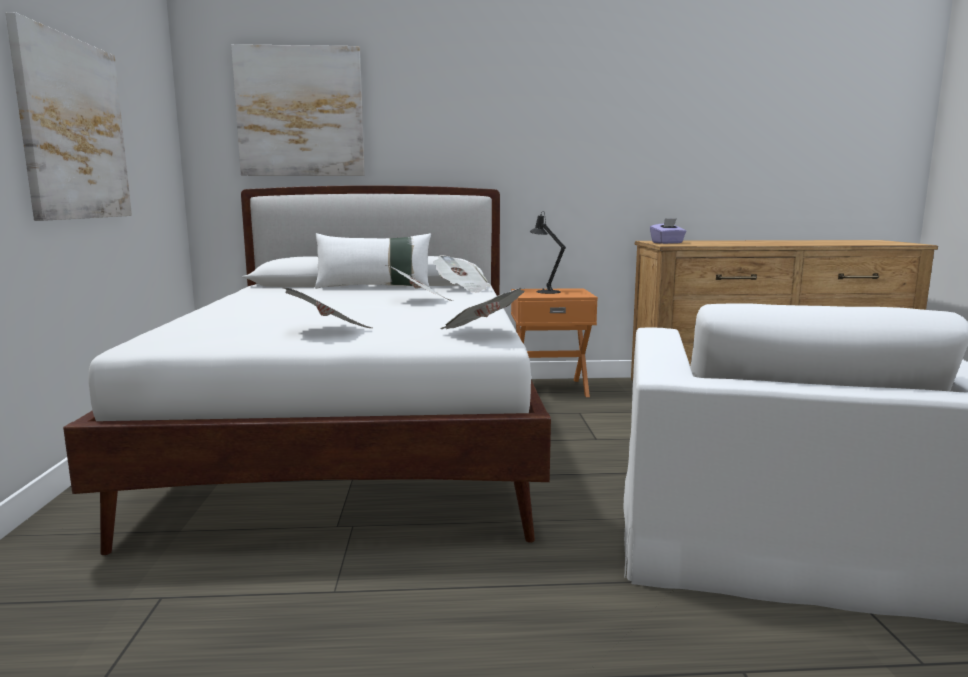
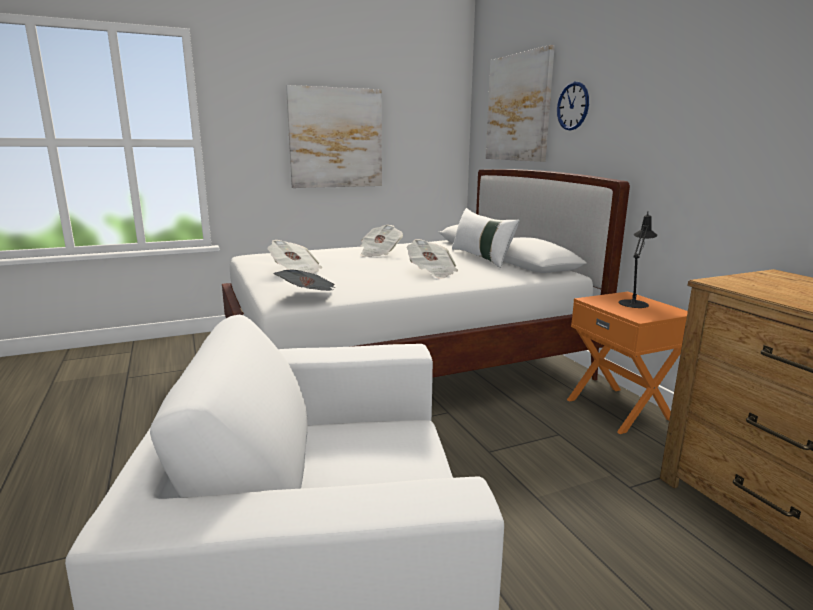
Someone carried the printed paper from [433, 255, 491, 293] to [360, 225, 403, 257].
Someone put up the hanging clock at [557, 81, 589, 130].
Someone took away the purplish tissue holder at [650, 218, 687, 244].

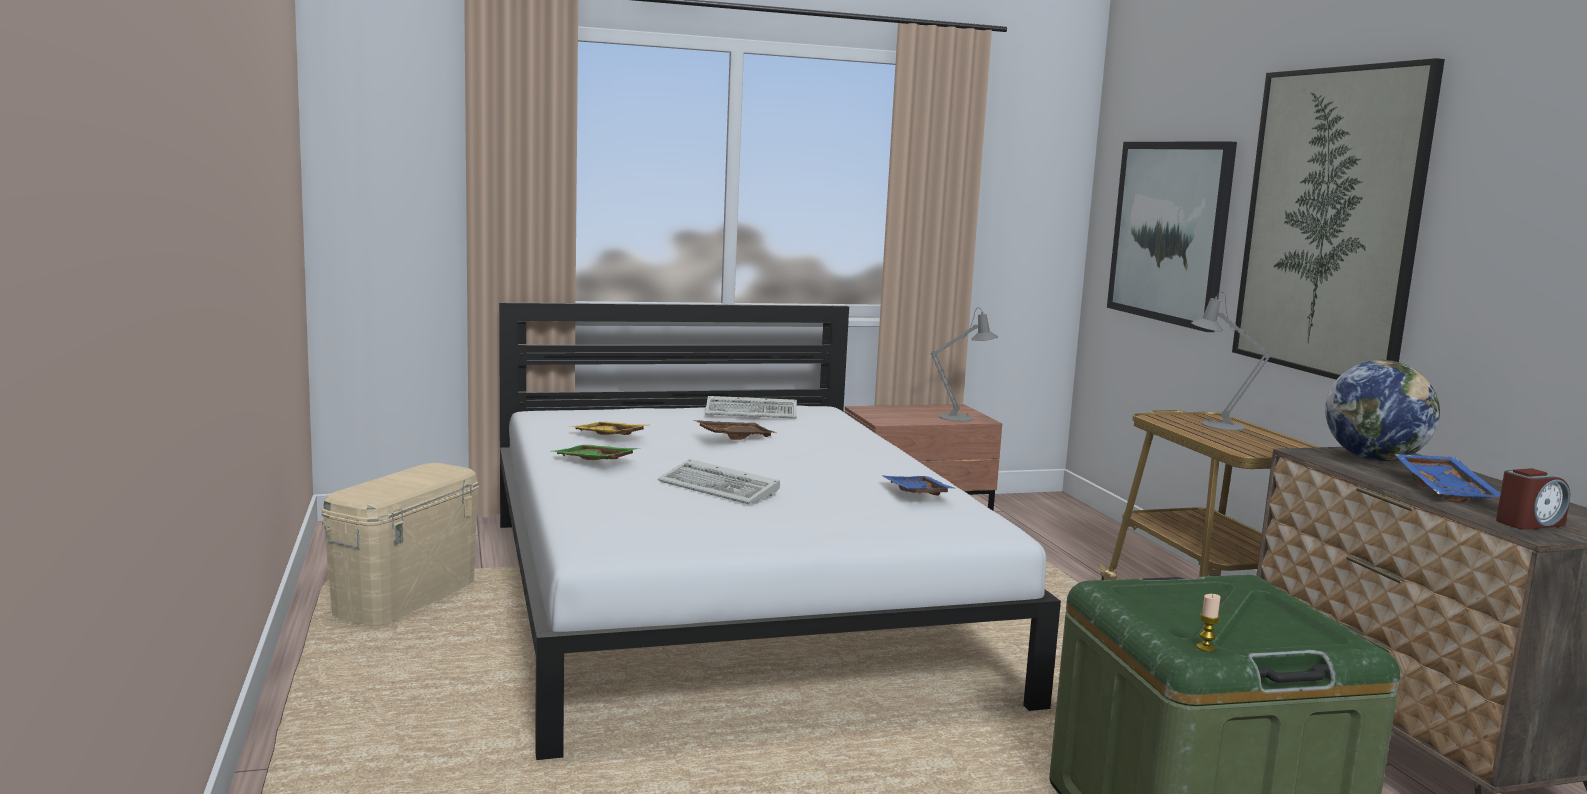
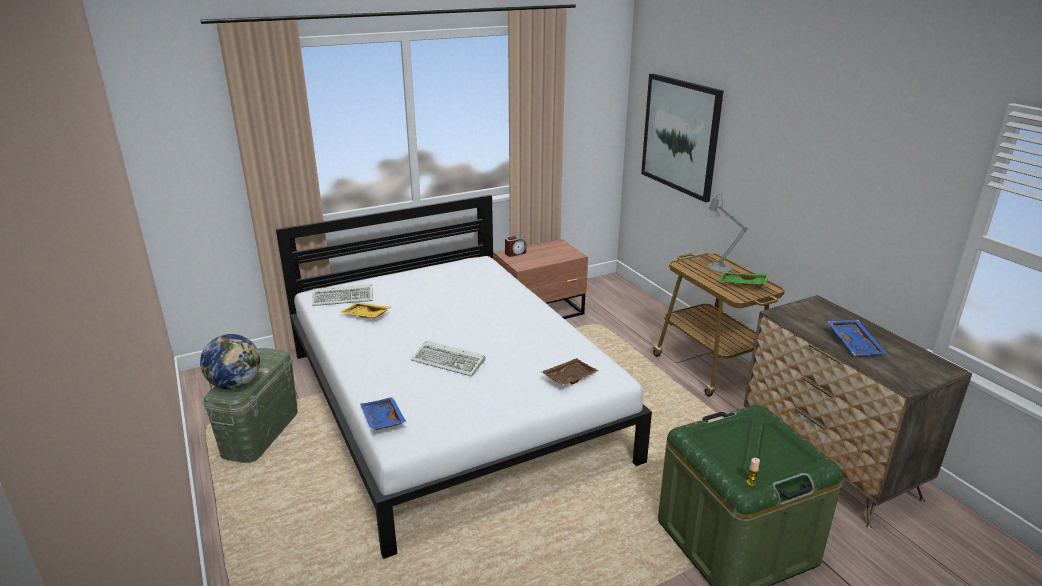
Someone carried the desk globe from [1325, 360, 1440, 461] to [200, 334, 260, 390].
Someone repainted the beige-coloured storage bin at [322, 463, 479, 625], which became the green storage bin at [203, 348, 298, 463].
Someone carried the computer keyboard from [705, 396, 797, 419] to [312, 284, 373, 306].
Someone carried the blue carrying tray from [881, 475, 954, 496] to [360, 397, 406, 430].
Someone carried the bedside clock from [1496, 468, 1570, 530] to [505, 236, 526, 257].
Someone carried the brownish carrying tray from [694, 420, 776, 440] to [541, 358, 599, 385].
Someone carried the green carrying tray from [553, 445, 640, 460] to [719, 272, 769, 286].
Someone took away the gray lamp for a table at [931, 307, 998, 421].
Someone took away the wall art at [1232, 58, 1445, 380].

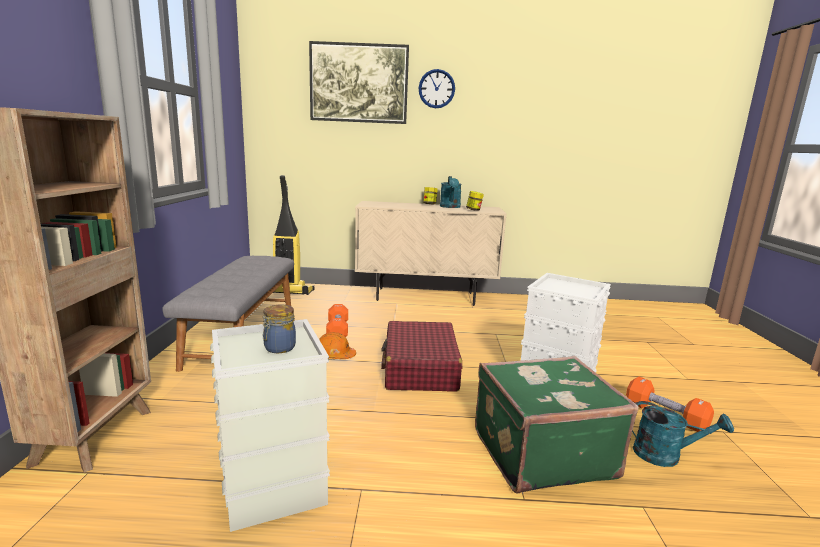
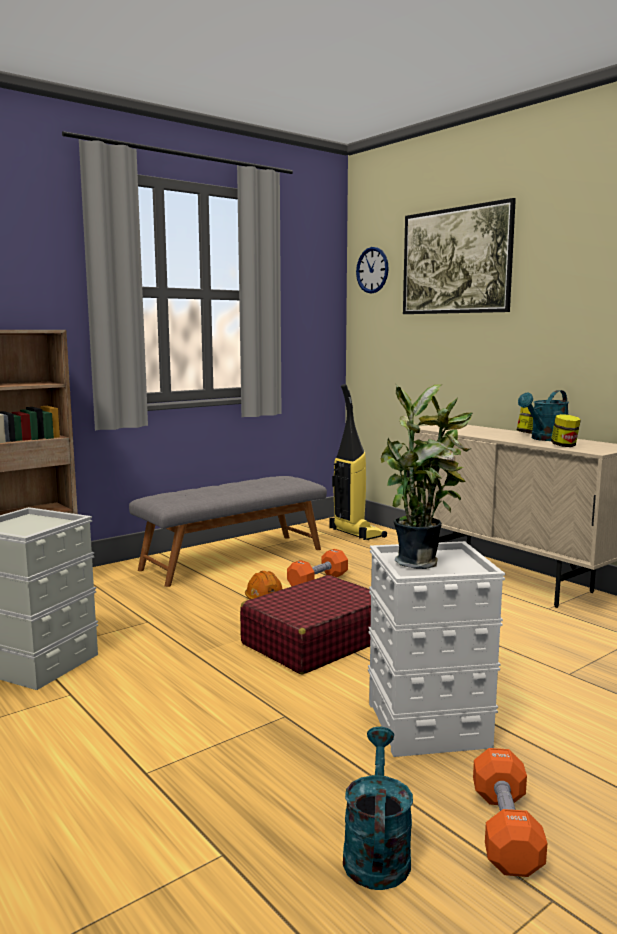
Someone rotated the turquoise sprinkling can at [632, 401, 734, 467] by 150 degrees counterclockwise.
Someone carried the hanging clock from [418, 69, 455, 108] to [356, 247, 389, 293].
Someone put down the potted plant at [381, 383, 473, 569].
Someone took away the preserve jar at [263, 305, 296, 353].
Someone took away the green suitcase at [475, 356, 639, 494].

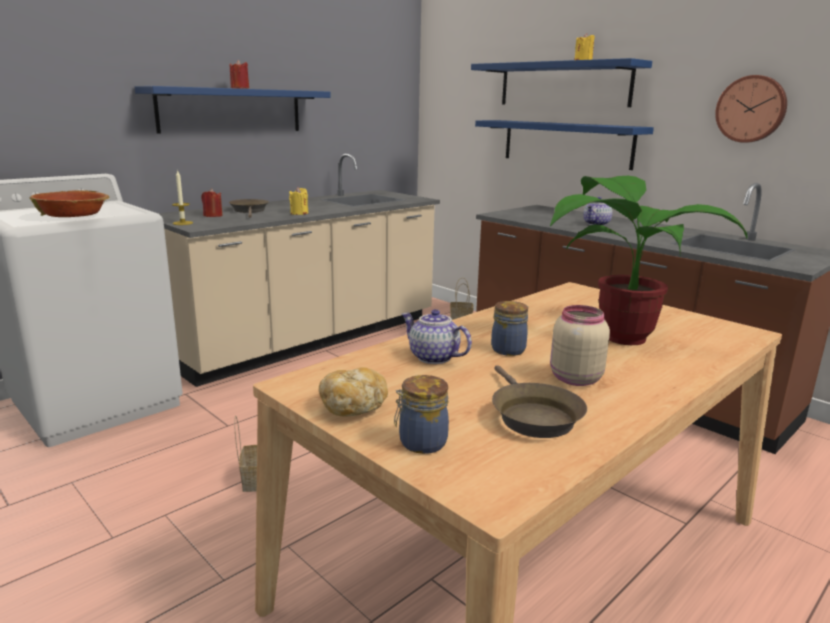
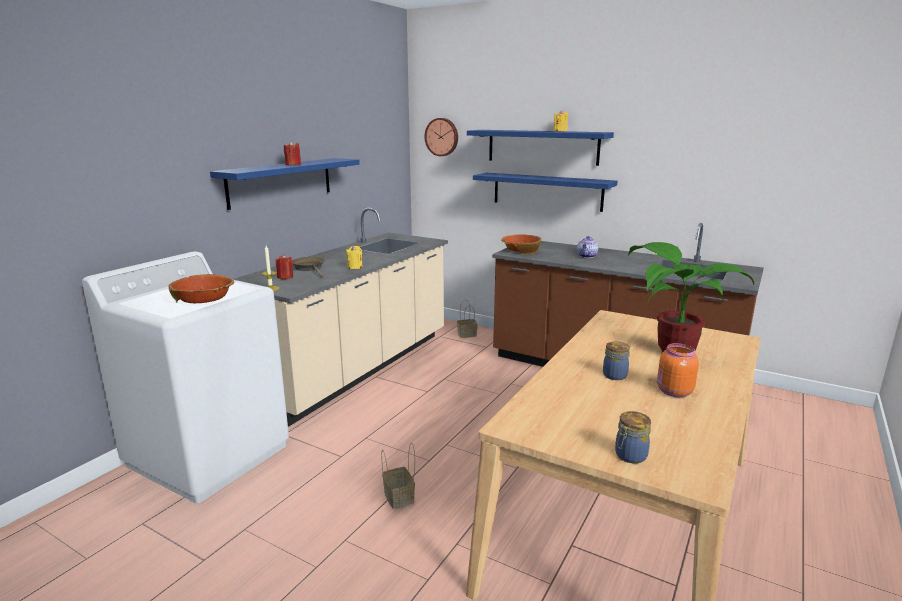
Someone carried the hanging clock from [715, 75, 787, 143] to [424, 118, 458, 156].
Someone put down the deep dish at [501, 234, 541, 255].
Someone repainted the beige-coloured preserve jar at [550, 305, 610, 386], which became the orange preserve jar at [657, 343, 699, 397].
Someone took away the bread at [319, 367, 388, 416].
Someone took away the tea pot at [402, 309, 472, 364].
Someone took away the brownish skillet at [492, 365, 587, 438].

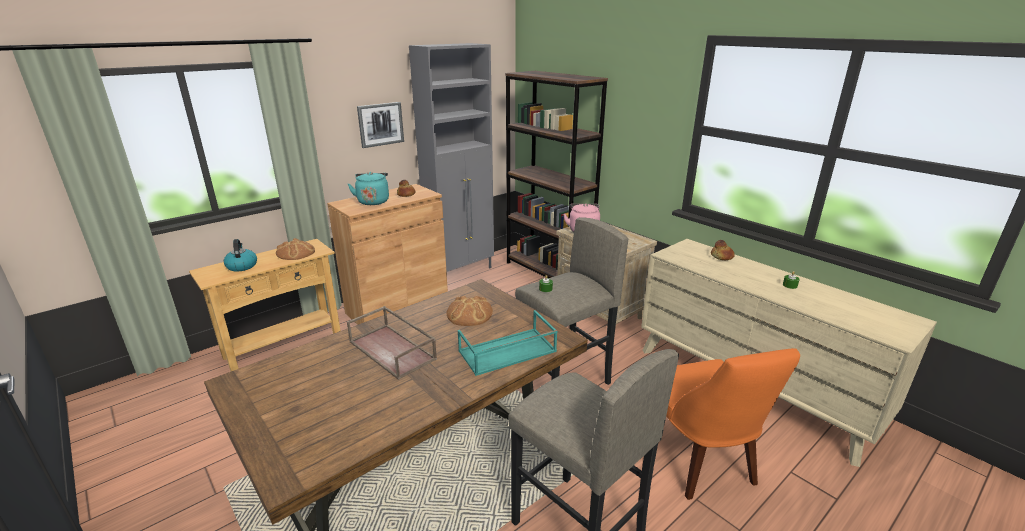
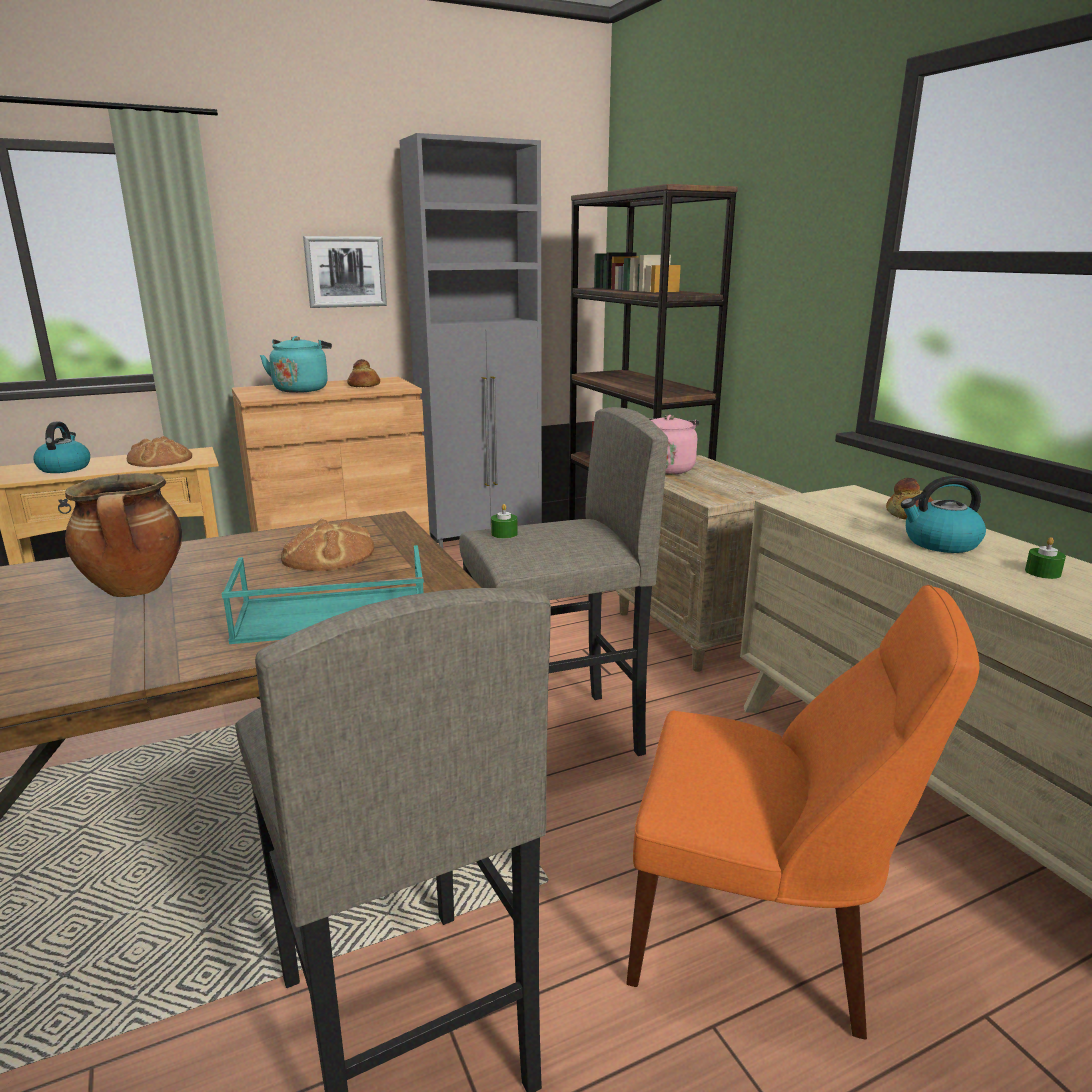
Someone swapped the brownish carrying tray at [347, 306, 437, 380] for the saucepot at [65, 473, 182, 597].
Someone rotated the orange plain chair at [666, 348, 800, 500] by 75 degrees counterclockwise.
Someone put down the water kettle at [901, 476, 986, 553].

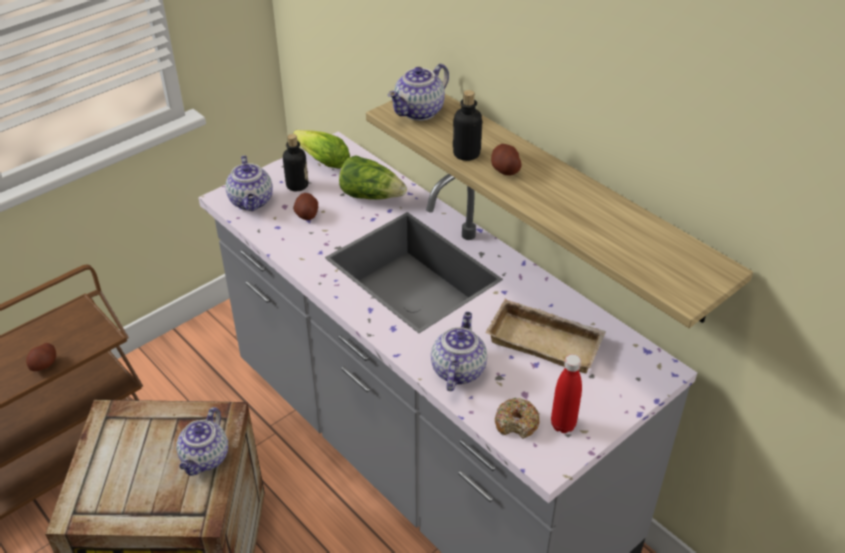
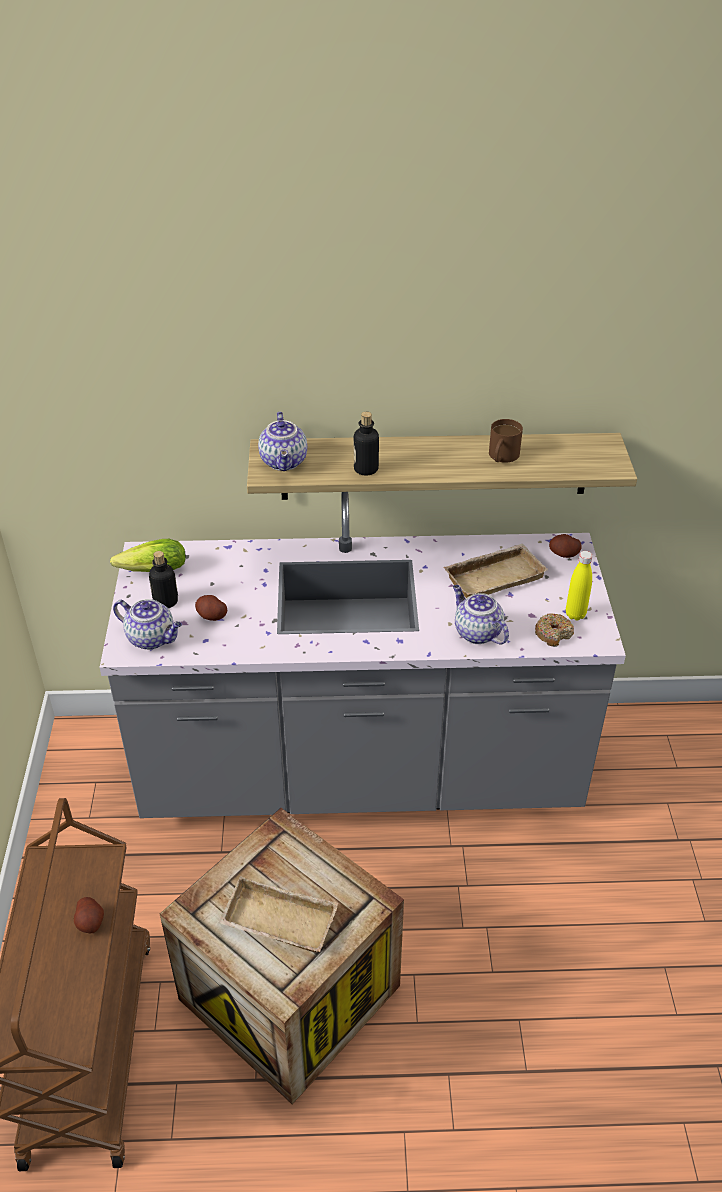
Someone put down the beige-coloured carrying tray at [218, 876, 338, 952].
Someone put down the brownish mug at [489, 419, 523, 463].
Someone carried the whole potato from [491, 144, 522, 176] to [549, 534, 582, 558].
Someone repainted the red drink bottle at [551, 354, 582, 433], which became the yellow-coloured drink bottle at [566, 551, 593, 621].
Someone took away the tea pot at [177, 407, 228, 476].
Someone took away the head of lettuce at [339, 155, 407, 200].

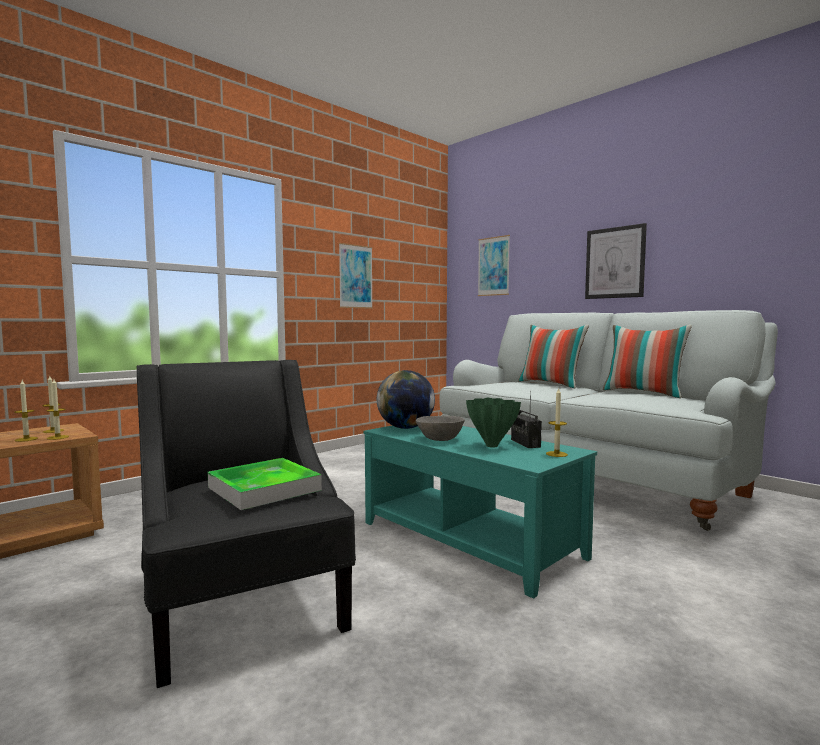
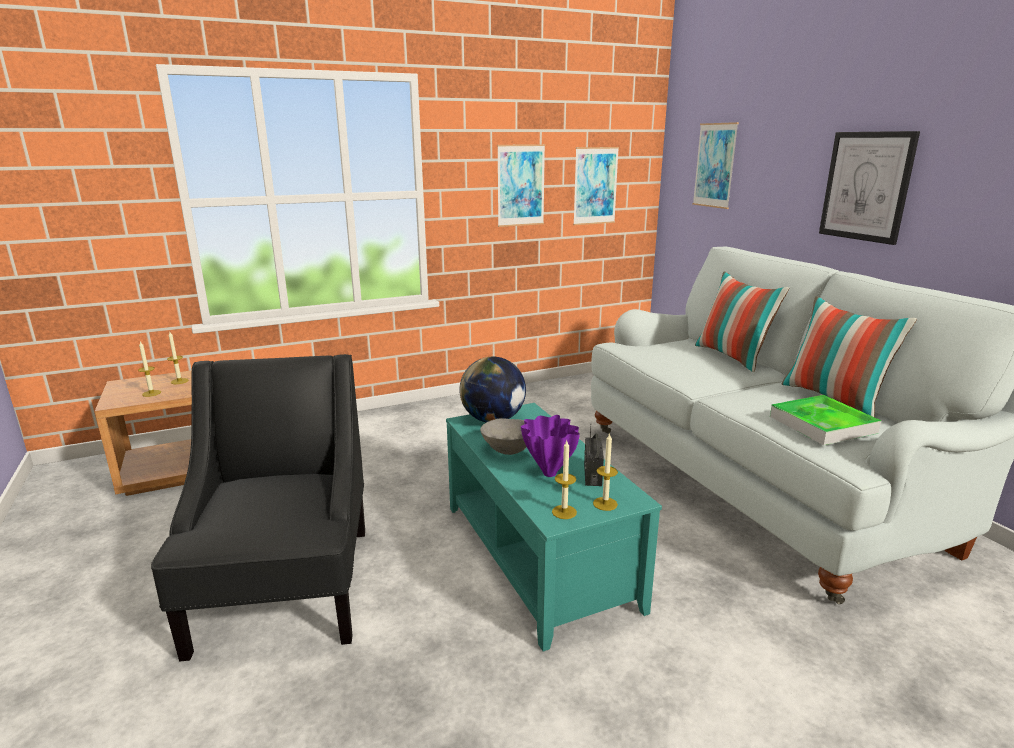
Someone repainted the green decorative vase at [466, 398, 521, 448], which became the purplish decorative vase at [521, 415, 580, 477].
Someone carried the wax light from [46, 379, 69, 440] to [552, 441, 577, 519].
Someone put up the wall art at [573, 147, 619, 225].
Someone carried the carrying tray from [208, 458, 322, 510] to [770, 395, 881, 445].

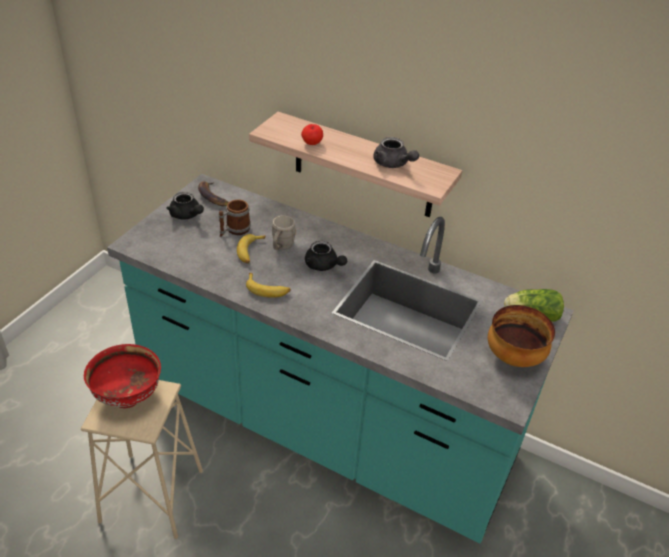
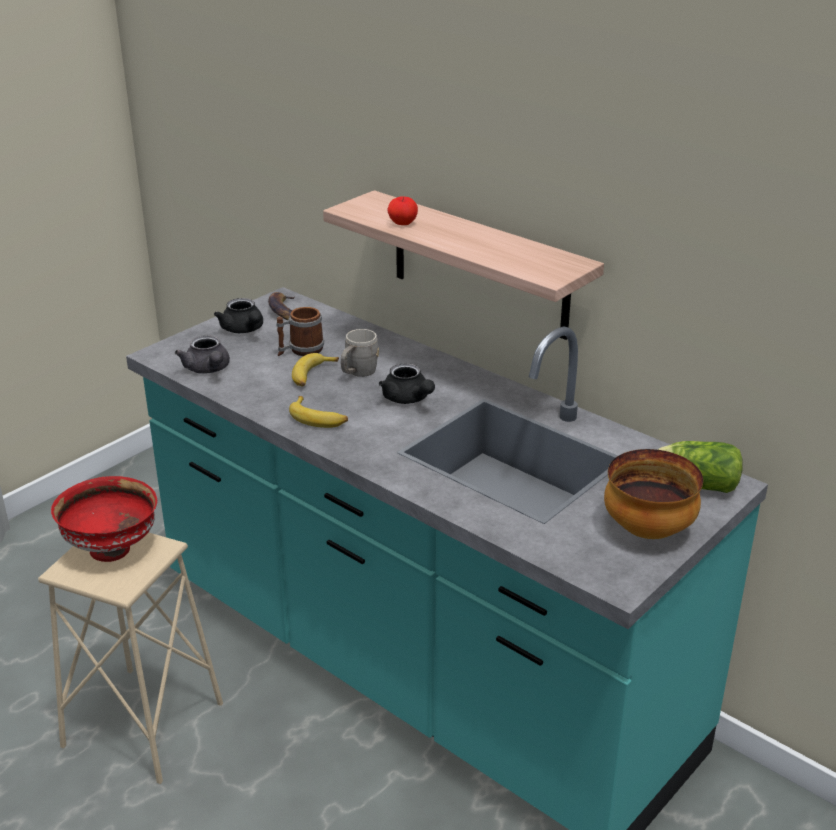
Someone carried the gray tea pot from [373, 137, 419, 168] to [175, 335, 230, 374].

